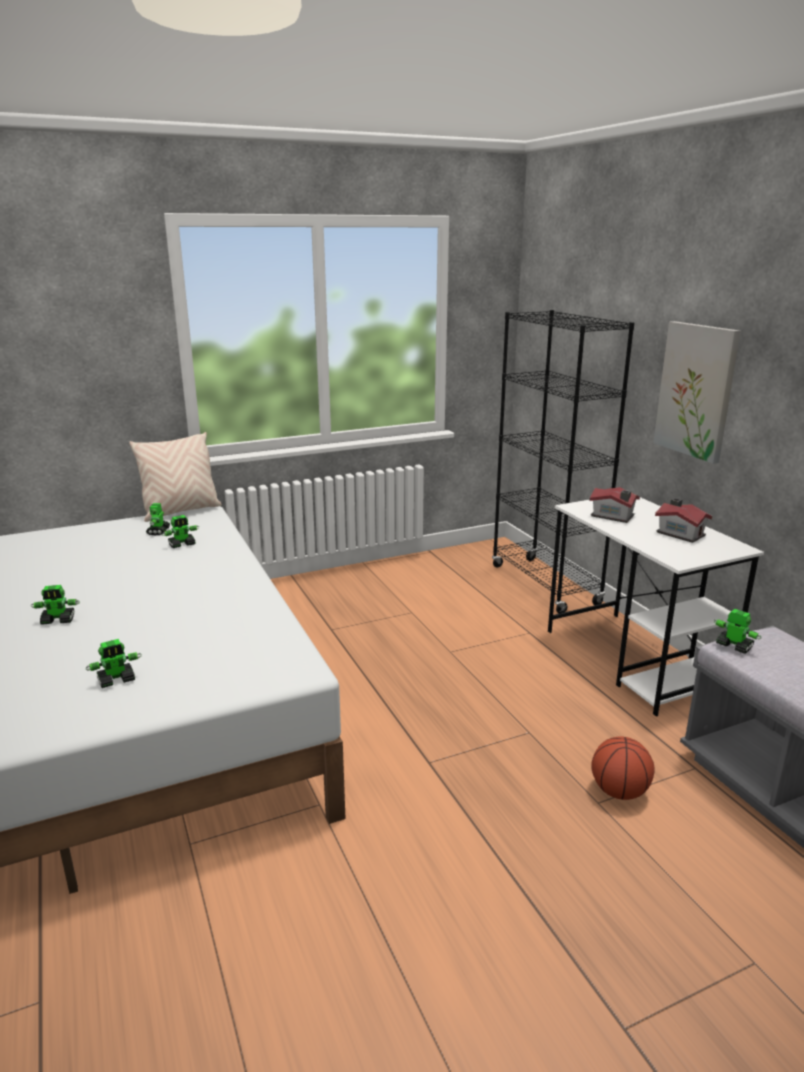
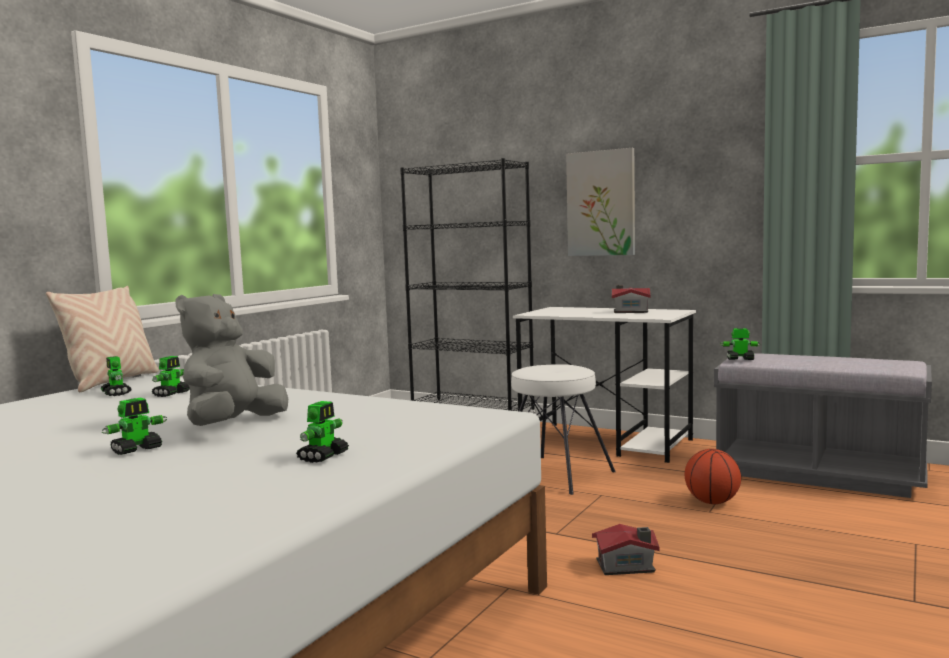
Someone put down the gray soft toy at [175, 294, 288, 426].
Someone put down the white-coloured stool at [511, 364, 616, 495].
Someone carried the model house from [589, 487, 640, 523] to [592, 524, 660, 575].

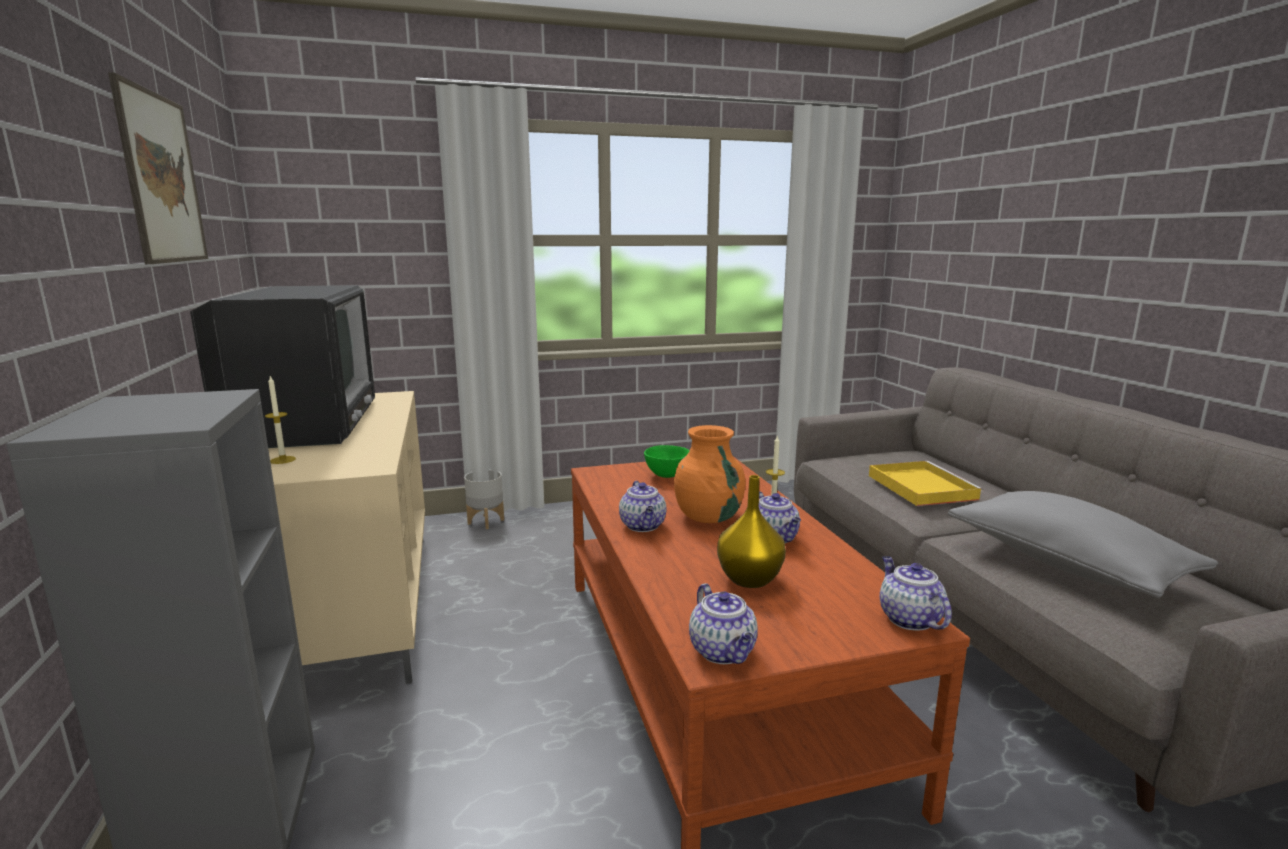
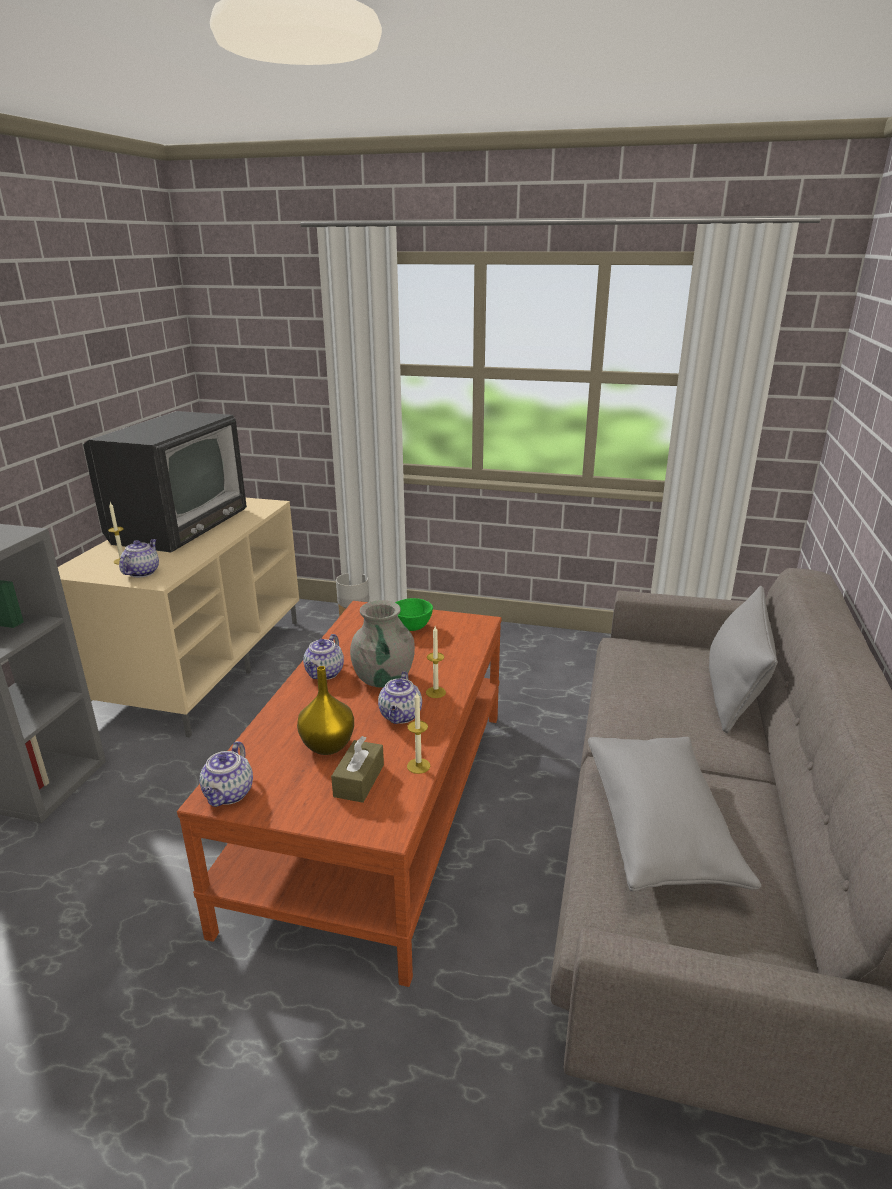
Someone carried the tea pot from [880, 556, 952, 630] to [119, 539, 159, 577].
Someone put down the brownish tissue holder at [331, 736, 384, 803].
Someone repainted the orange decorative vase at [674, 425, 746, 523], which became the gray decorative vase at [350, 600, 415, 688].
Someone put down the wax light at [407, 692, 430, 774].
Someone put down the gray pillow at [709, 586, 777, 733].
Someone took away the wall art at [108, 72, 208, 264].
Someone took away the yellow-coloured carrying tray at [869, 461, 983, 506].

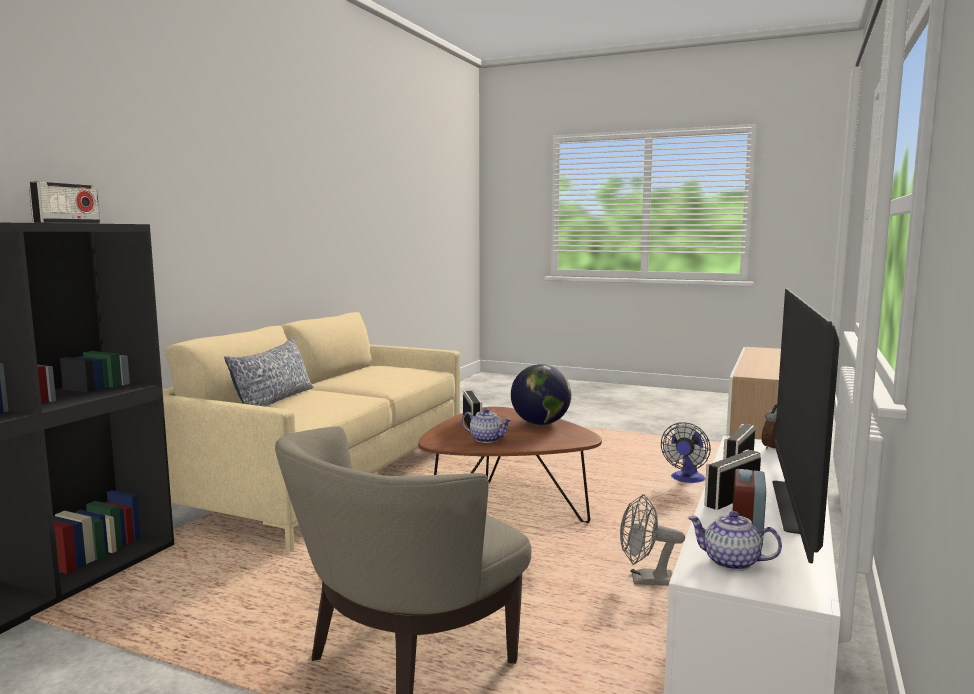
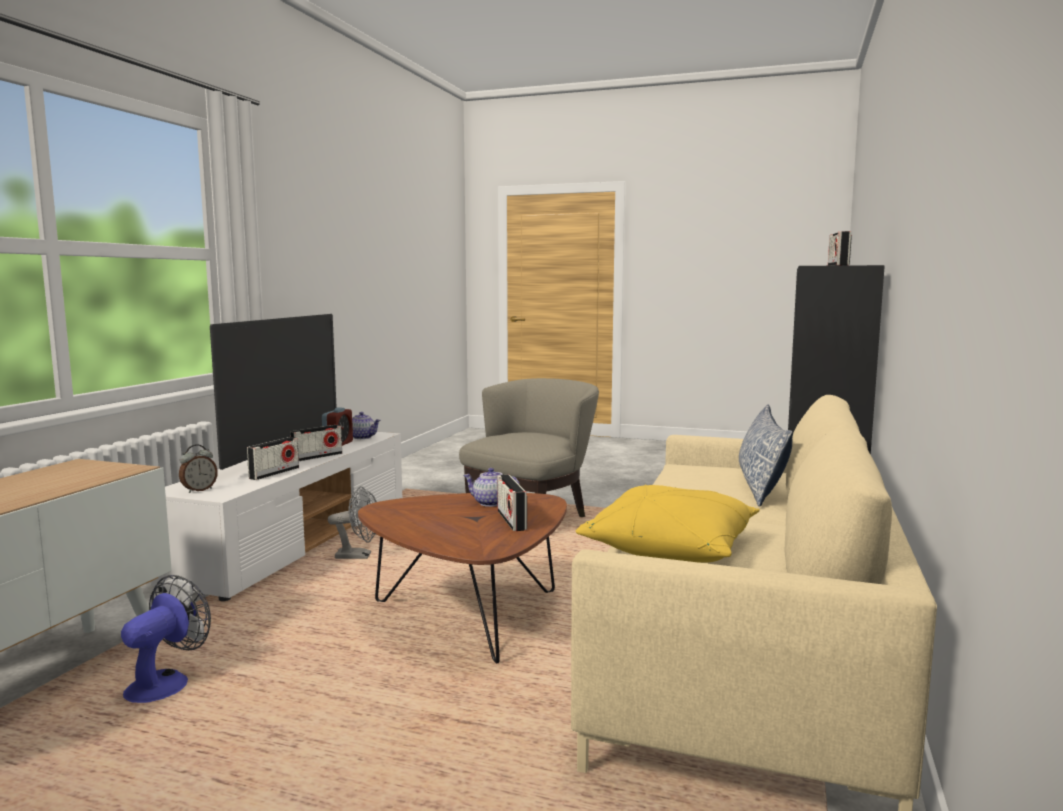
Someone put down the yellow-coloured pillow at [576, 485, 760, 563].
Someone took away the desk globe at [511, 364, 571, 425].

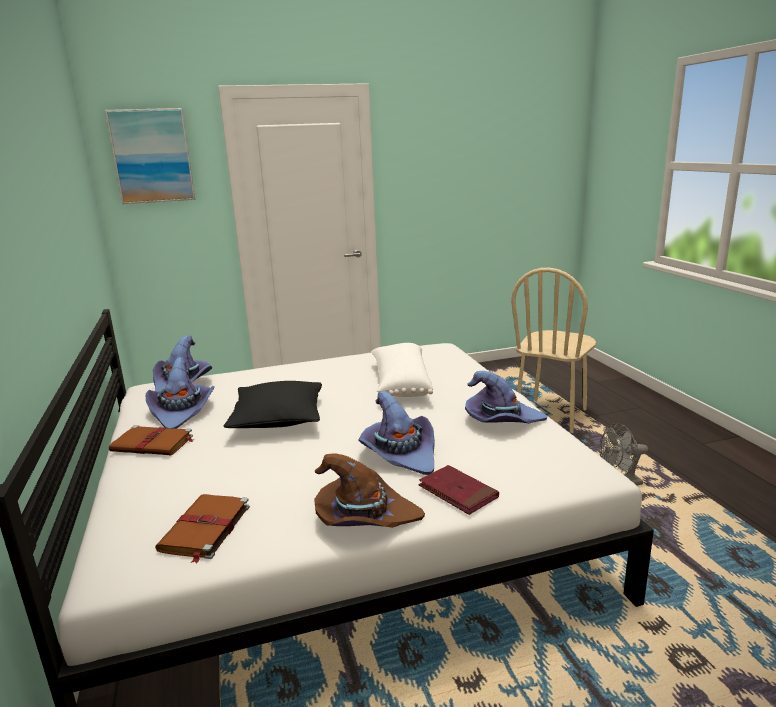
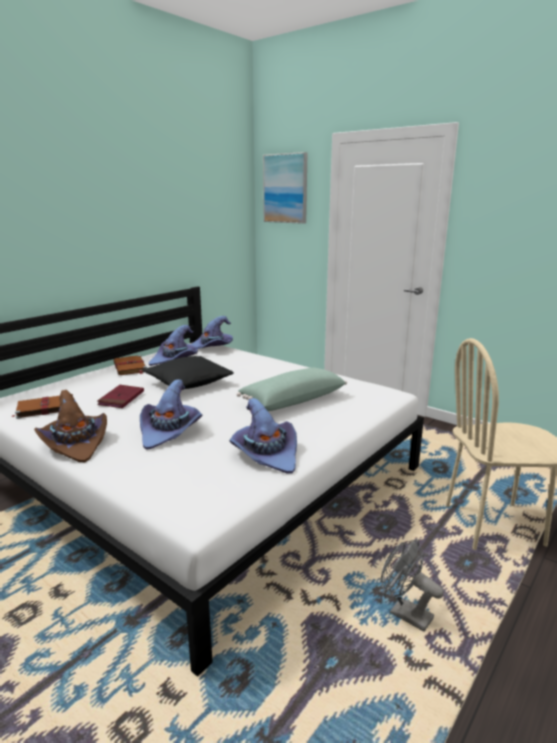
Someone carried the red volume from [419, 465, 499, 515] to [97, 385, 144, 408].
Someone repainted the white-coloured pillow at [371, 343, 434, 397], which became the green pillow at [237, 367, 347, 411].

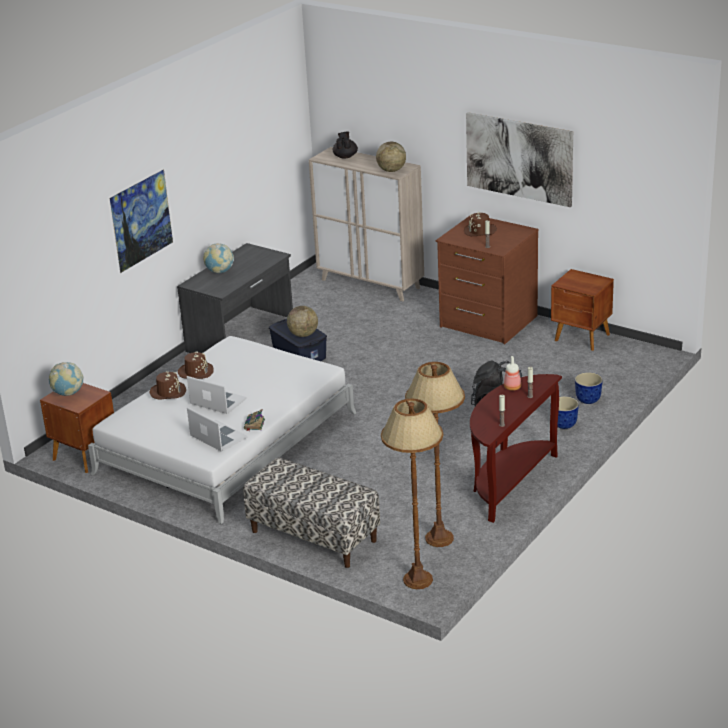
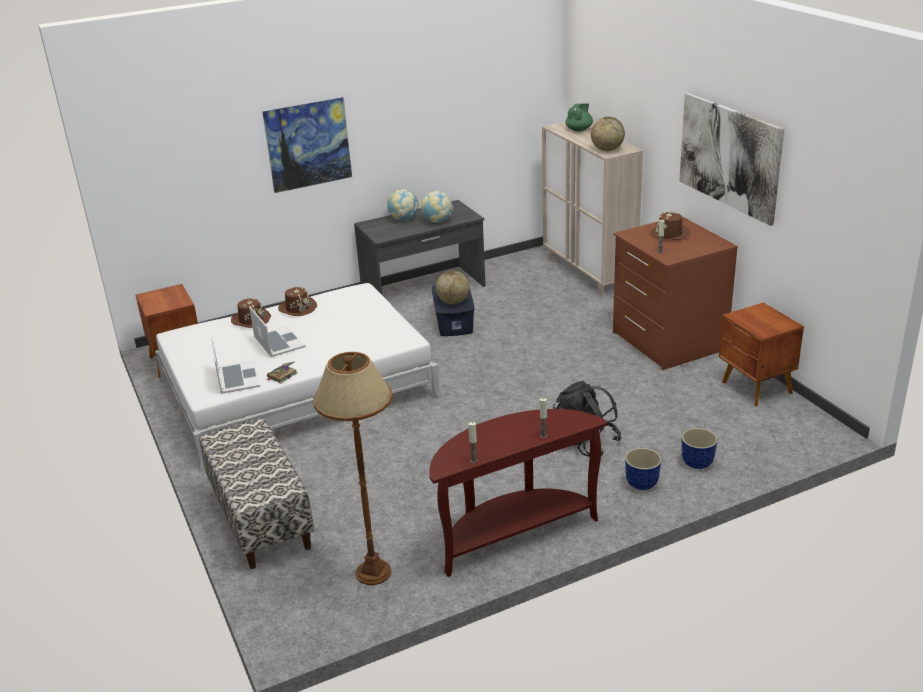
Someone carried the desk globe from [49, 362, 84, 396] to [421, 191, 453, 223].
Someone repainted the black-coloured tea pot at [333, 132, 358, 159], which became the green tea pot at [565, 103, 593, 131].
Someone took away the brownish standing lamp at [381, 398, 443, 589].
Someone took away the drink bottle at [504, 356, 521, 391].

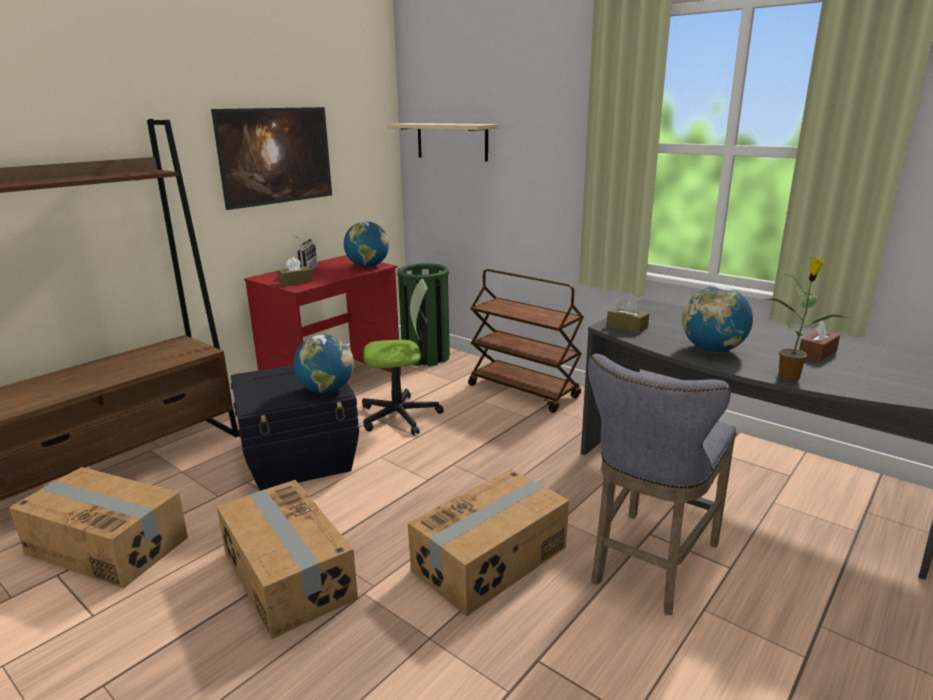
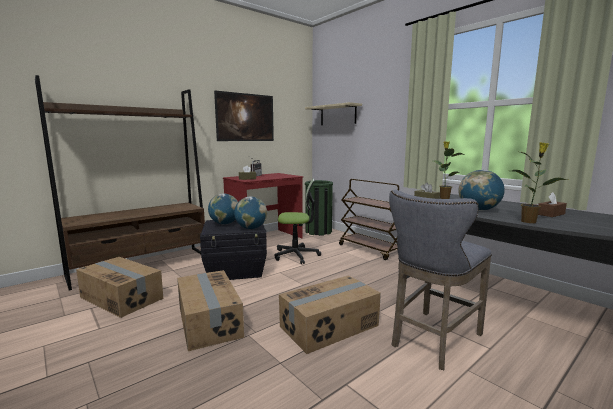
Someone carried the desk globe from [344, 221, 389, 267] to [208, 194, 238, 224].
Someone put down the potted plant at [433, 141, 464, 199].

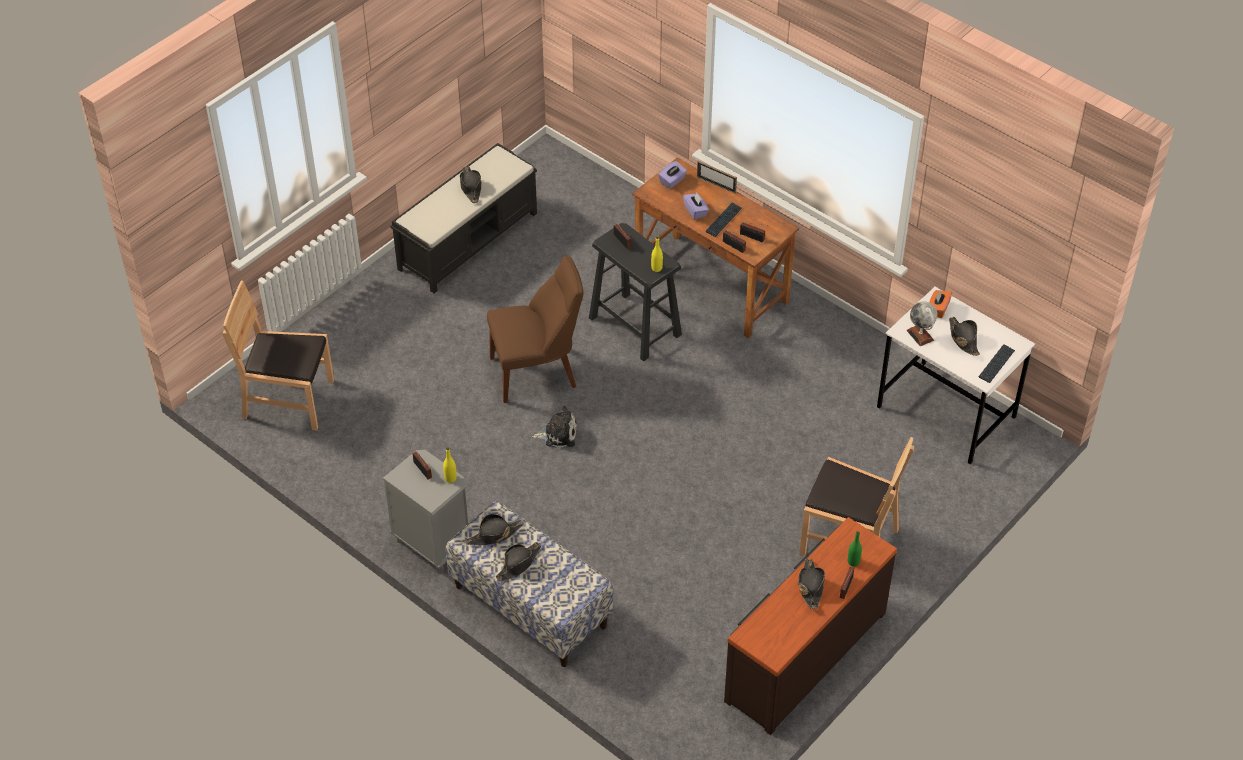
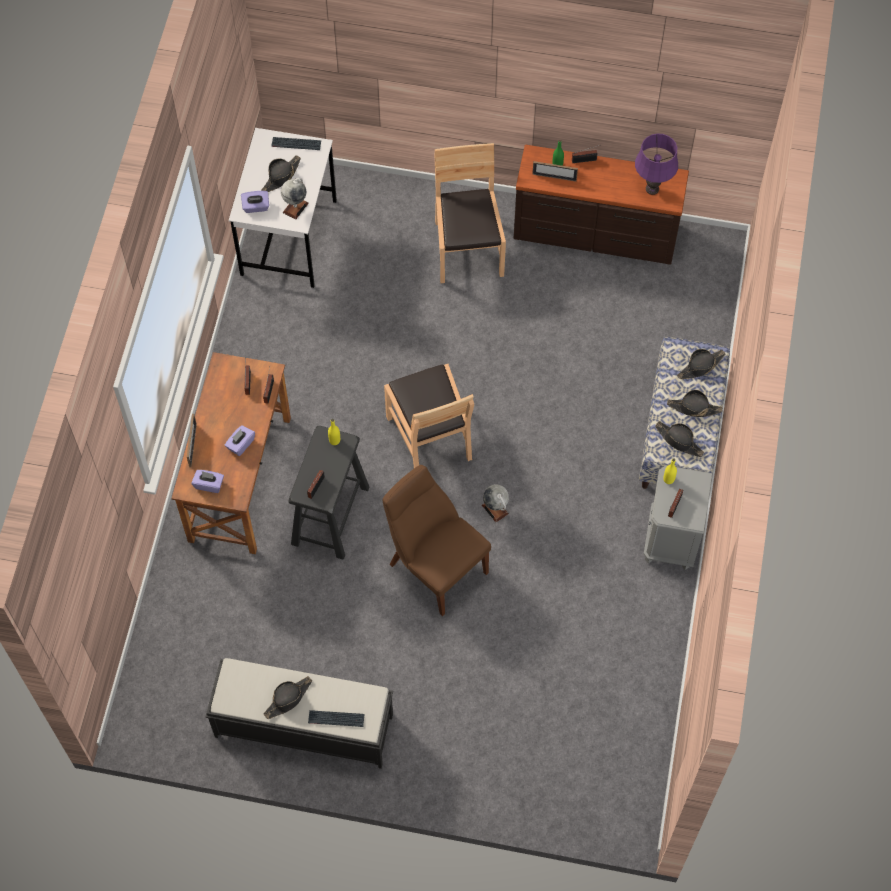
Someone repainted the orange tissue holder at [929, 290, 952, 318], which became the purplish tissue holder at [241, 191, 269, 213].
Someone carried the computer keyboard from [705, 203, 742, 237] to [308, 710, 364, 727].
Someone carried the brownish plain chair from [223, 280, 334, 431] to [384, 364, 474, 468].
Someone swapped the soft toy at [532, 406, 577, 449] for the desk globe at [482, 484, 509, 522].
Someone put down the photo frame at [532, 161, 578, 182].
Someone put down the purplish lamp for a table at [635, 134, 678, 195].
Someone carried the black-coloured wearable hat from [798, 559, 825, 609] to [677, 349, 725, 379].

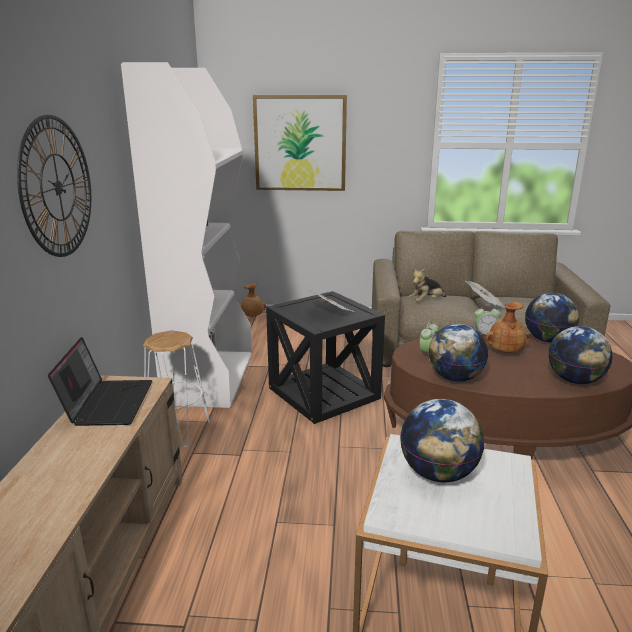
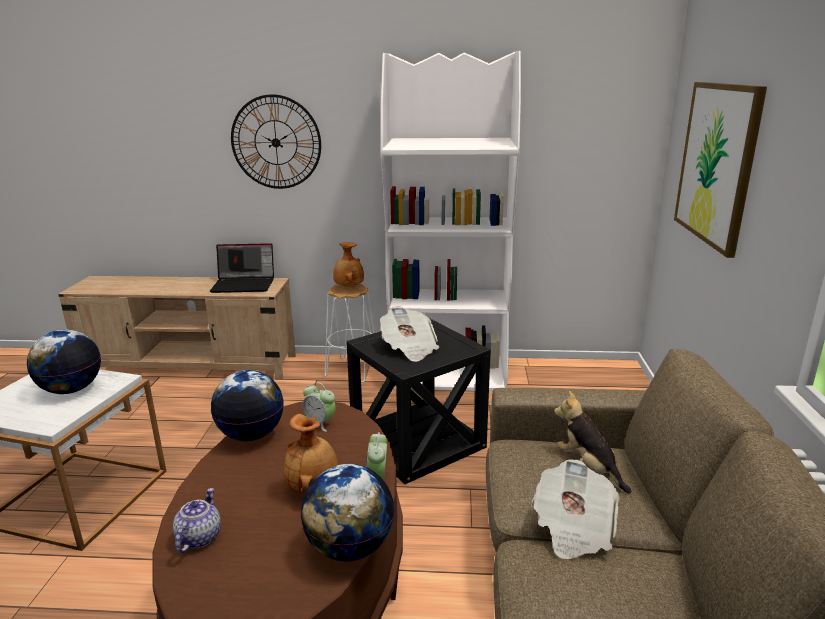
Someone swapped the desk globe at [549, 326, 613, 384] for the tea pot at [173, 488, 221, 553].
Someone carried the brownish decorative vase from [240, 284, 266, 317] to [333, 242, 364, 287].

